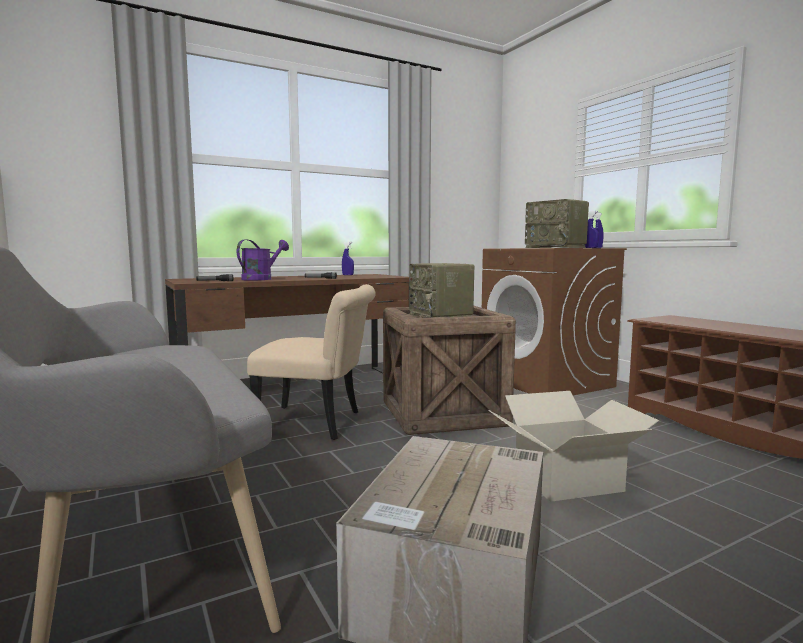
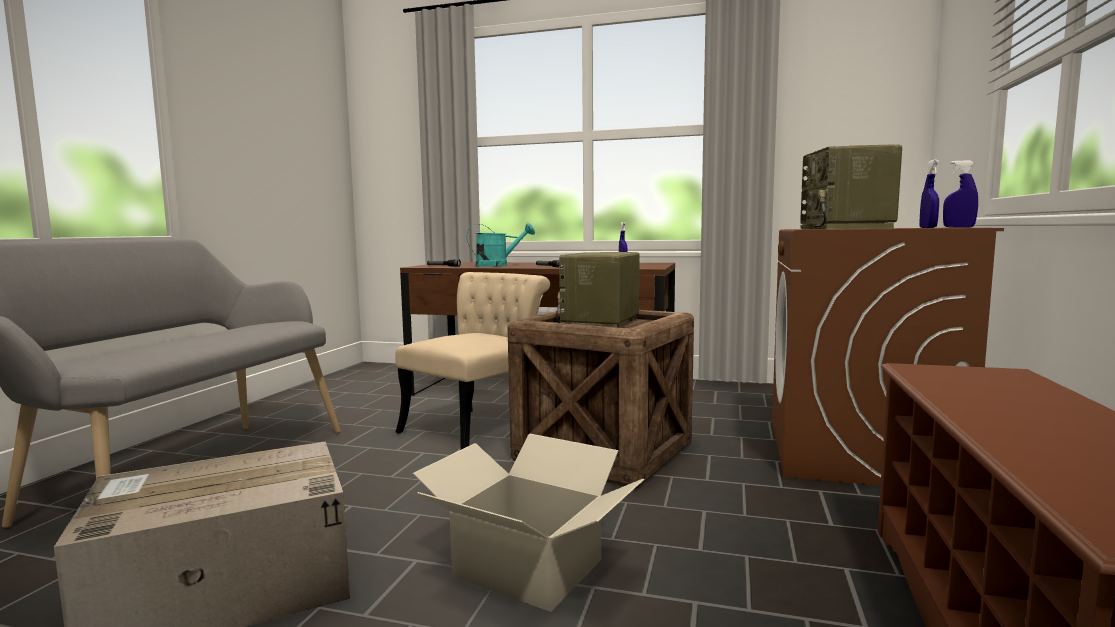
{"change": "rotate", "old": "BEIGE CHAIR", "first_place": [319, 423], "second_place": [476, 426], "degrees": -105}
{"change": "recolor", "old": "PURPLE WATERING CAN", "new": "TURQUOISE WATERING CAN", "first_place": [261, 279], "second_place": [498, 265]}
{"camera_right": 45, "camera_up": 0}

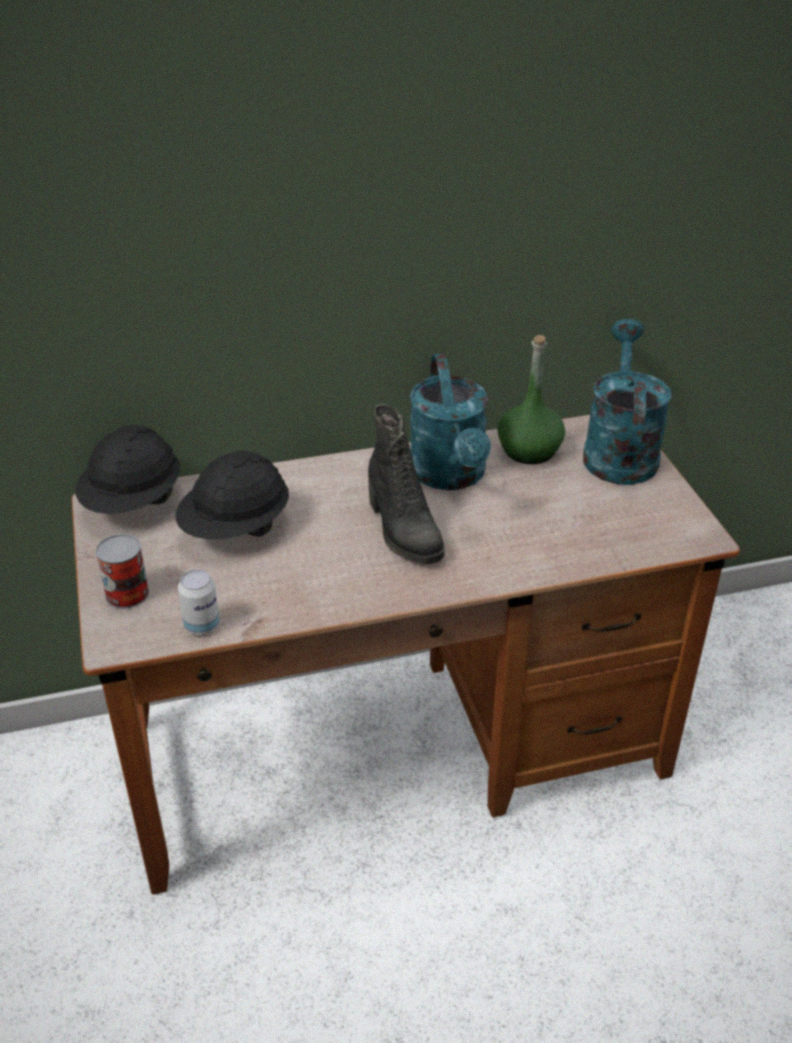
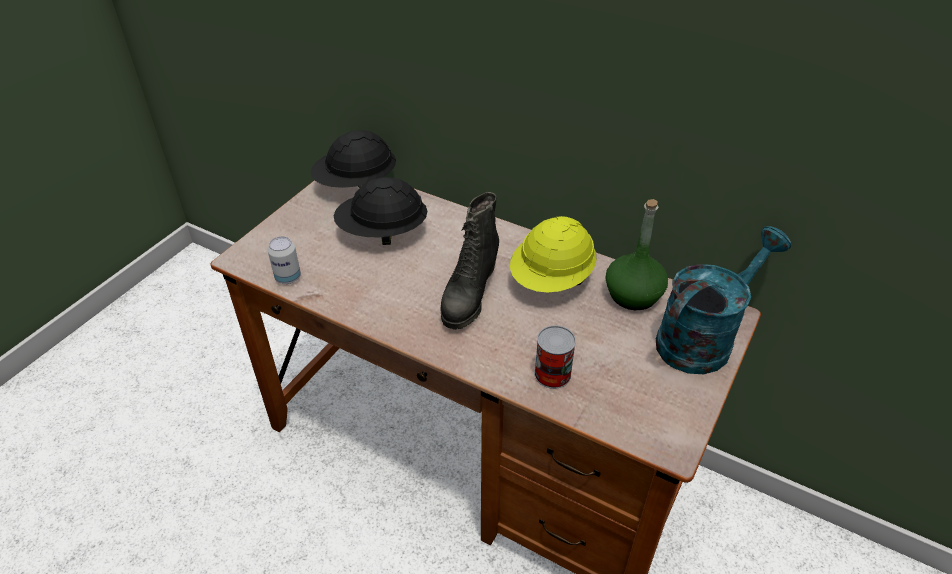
{"change": "replace", "old": "TURQUOISE WATERING CAN", "new": "YELLOW HARD HAT", "first_place": [451, 476], "second_place": [552, 279]}
{"change": "move", "old": "CAN", "first_place": [127, 594], "second_place": [552, 374]}
{"camera_right": 45, "camera_up": 5}

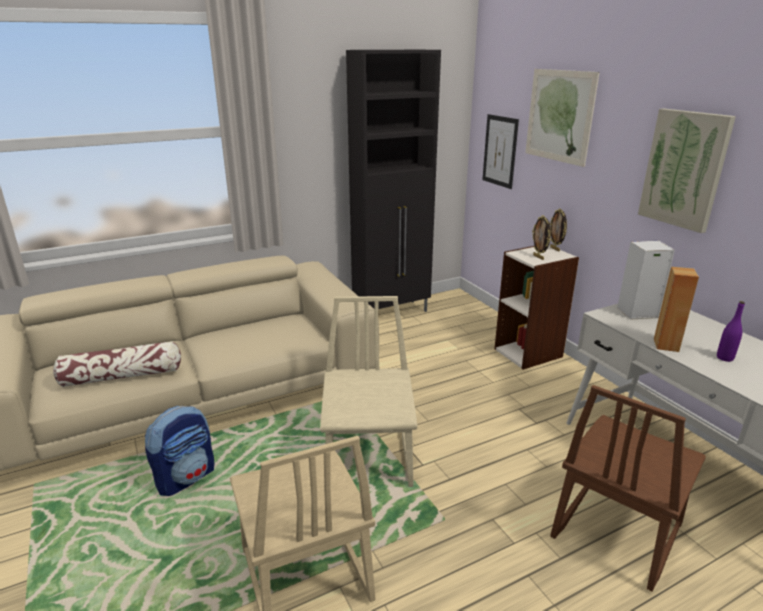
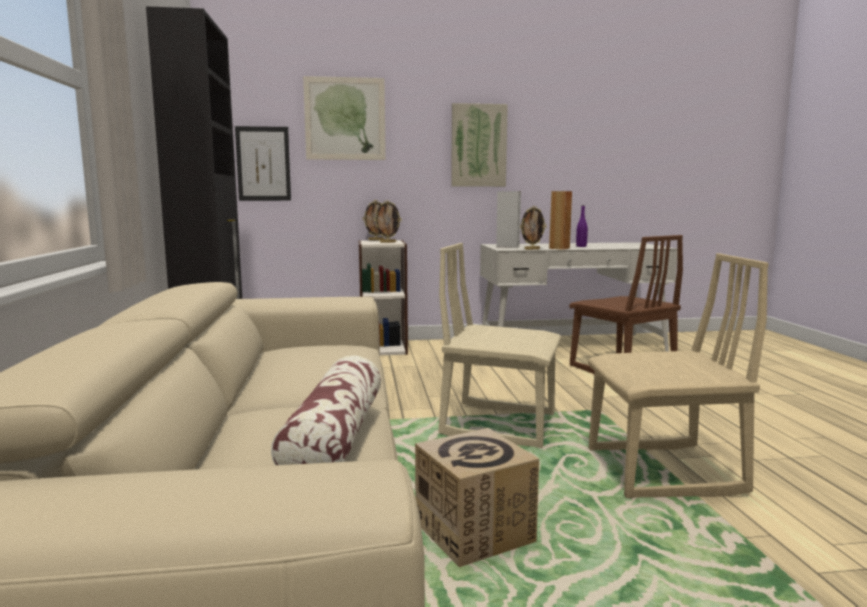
{"change": "replace", "old": "BACKPACK", "new": "CARDBOARD BOX", "first_place": [186, 477], "second_place": [474, 533]}
{"change": "insert", "new": "PICTURE FRAME", "second_place": [532, 249]}
{"camera_right": -70, "camera_up": -15}

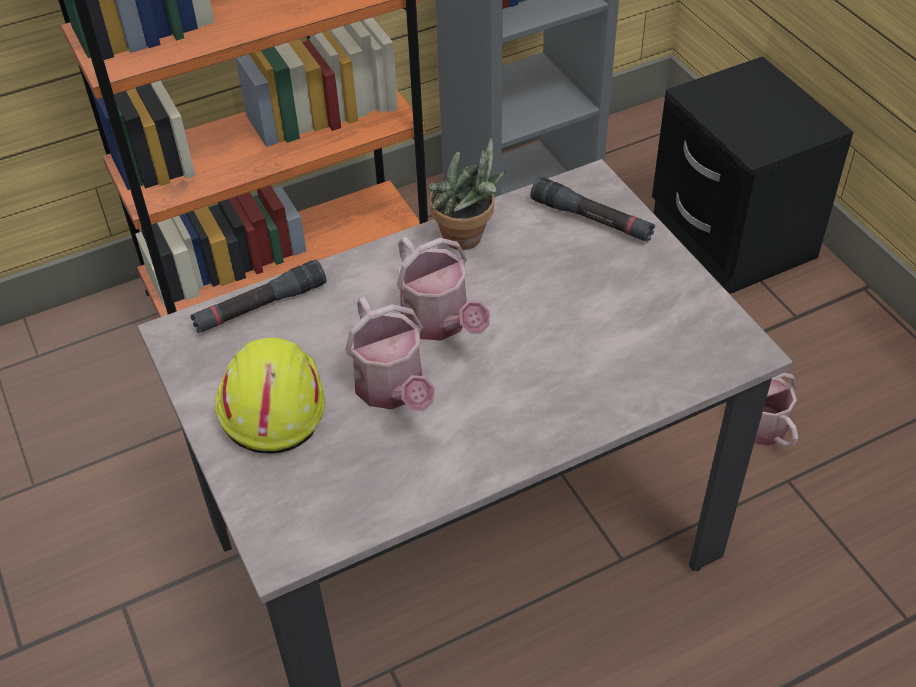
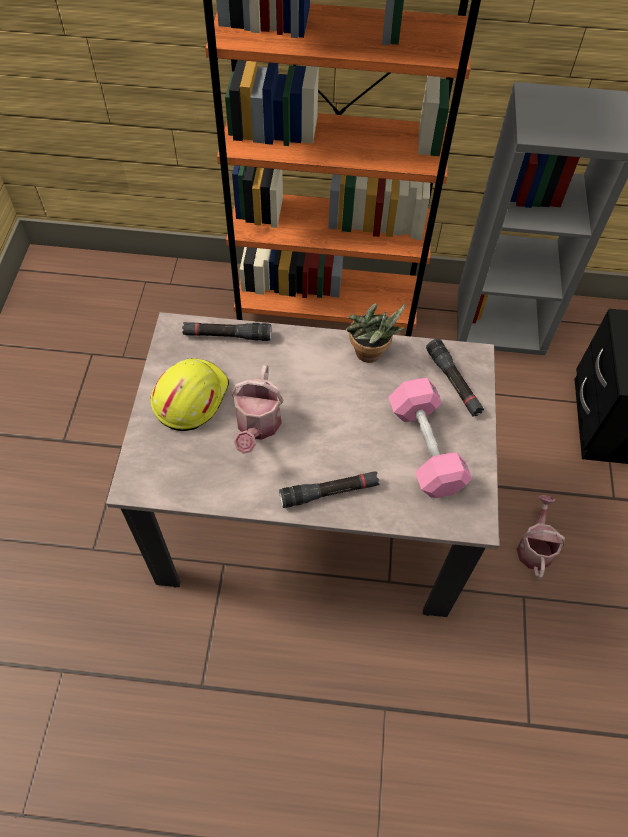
{"change": "insert", "new": "BLACK FLASHLIGHT", "second_place": [329, 492]}
{"change": "insert", "new": "PINK DUMBBELL", "second_place": [425, 447]}
{"change": "delete", "old": "WATERING CAN", "first_place": [440, 323]}
{"camera_right": 30, "camera_up": 10}

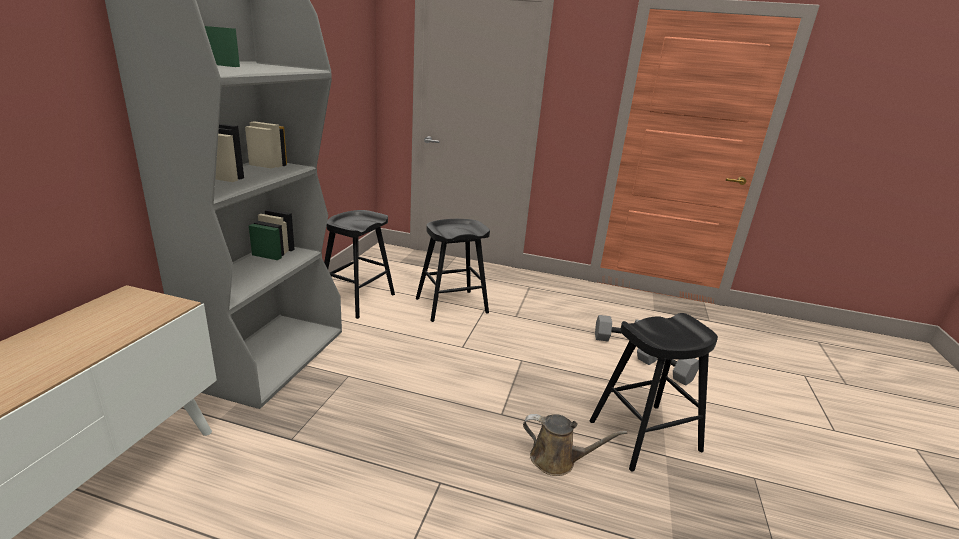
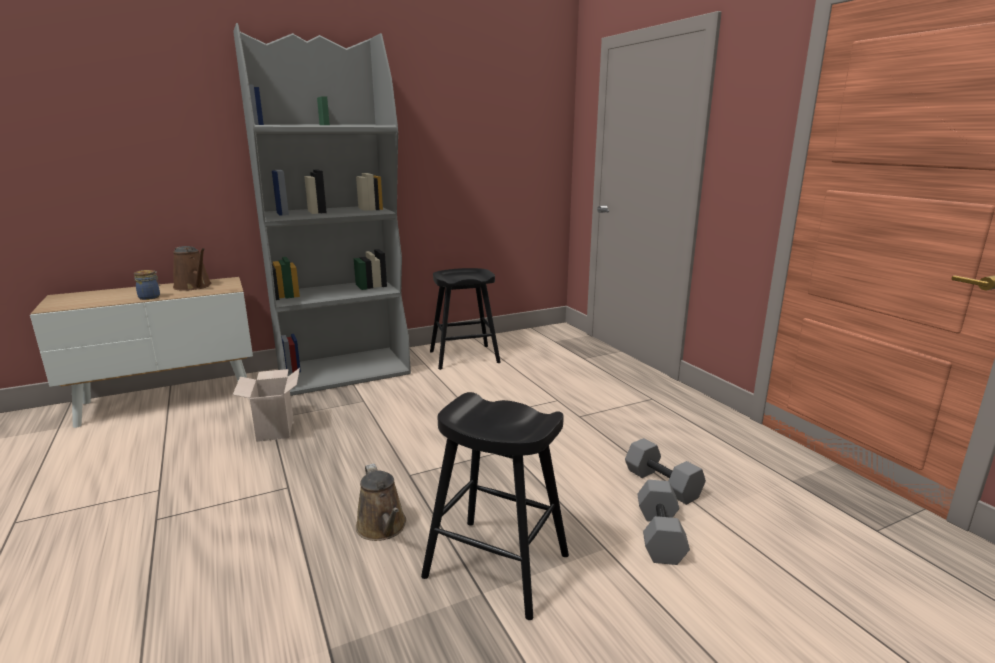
{"change": "insert", "new": "JAR", "second_place": [150, 297]}
{"change": "insert", "new": "BROWN WATERING CAN", "second_place": [194, 286]}
{"change": "insert", "new": "CARDBOARD BOX", "second_place": [274, 428]}
{"change": "delete", "old": "BLACK STOOL", "first_place": [451, 306]}
{"camera_right": 50, "camera_up": -5}

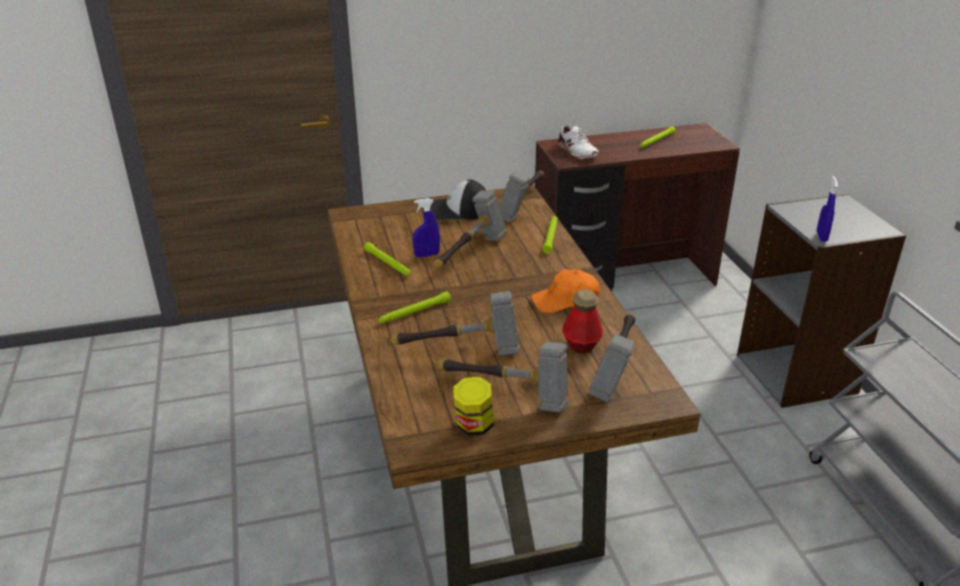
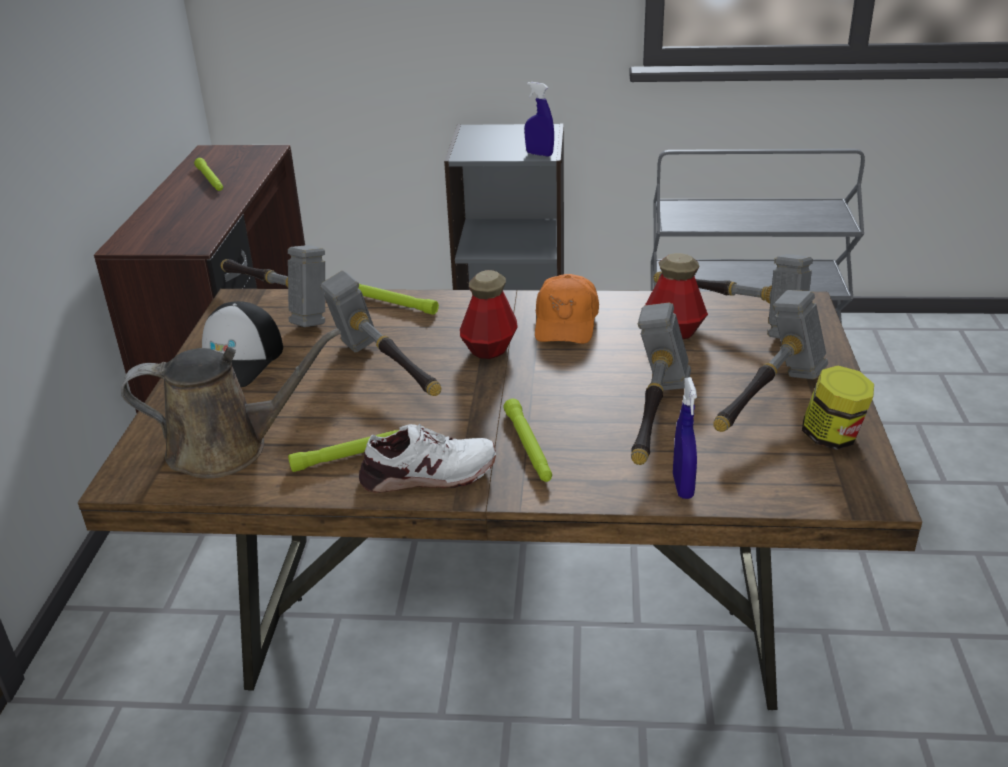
{"change": "insert", "new": "BROWN WATERING CAN", "second_place": [228, 448]}
{"change": "move", "old": "WHITE SHOE", "first_place": [576, 152], "second_place": [428, 475]}
{"change": "insert", "new": "BOTTLE", "second_place": [489, 349]}
{"change": "move", "old": "BLUE SPRAY BOTTLE", "first_place": [427, 255], "second_place": [682, 486]}
{"camera_right": -70, "camera_up": 0}

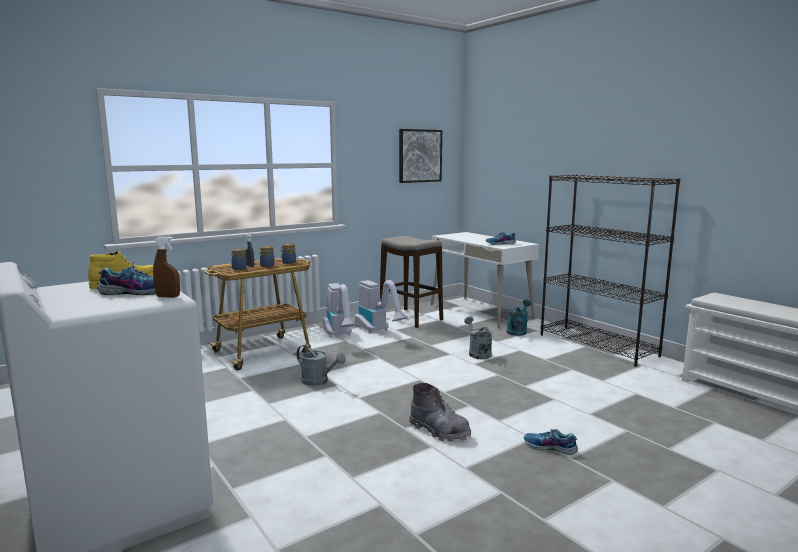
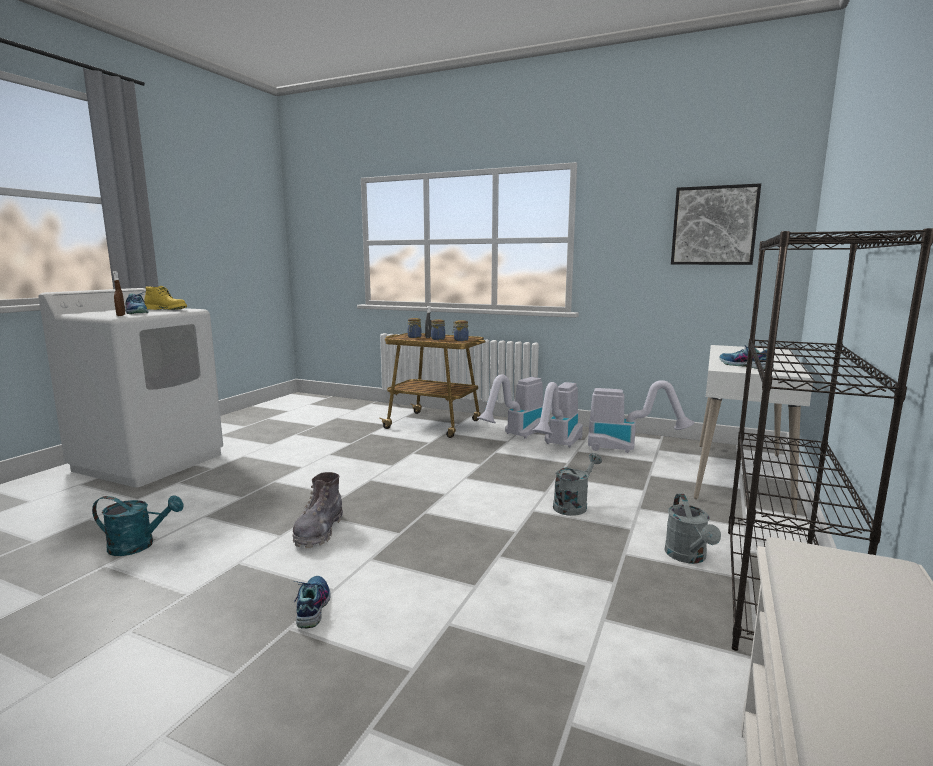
{"change": "move", "old": "TURQUOISE WATERING CAN", "first_place": [518, 331], "second_place": [139, 546]}
{"change": "replace", "old": "STOOL", "new": "VACUUM CLEANER", "first_place": [410, 318], "second_place": [628, 448]}
{"change": "move", "old": "GREY WATERING CAN", "first_place": [319, 381], "second_place": [688, 557]}
{"camera_right": 60, "camera_up": 0}

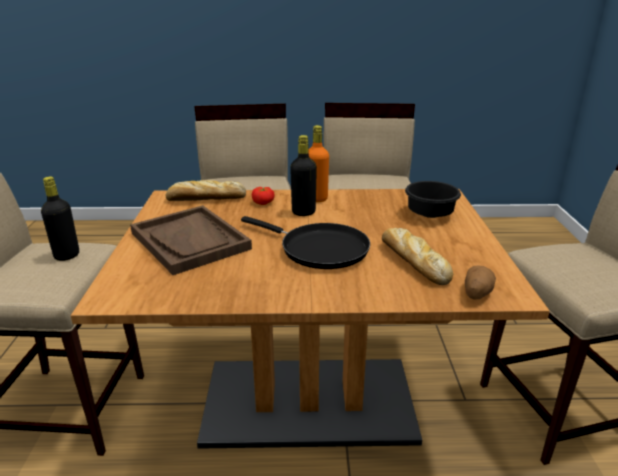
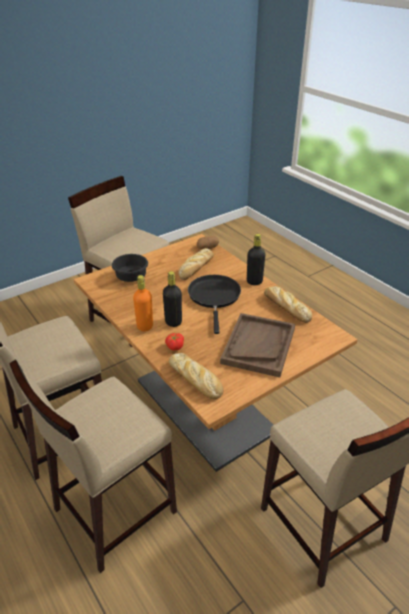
{"change": "move", "old": "BLACK BOTTLE", "first_place": [67, 255], "second_place": [254, 281]}
{"change": "insert", "new": "BREAD", "second_place": [285, 307]}
{"camera_right": -125, "camera_up": 10}

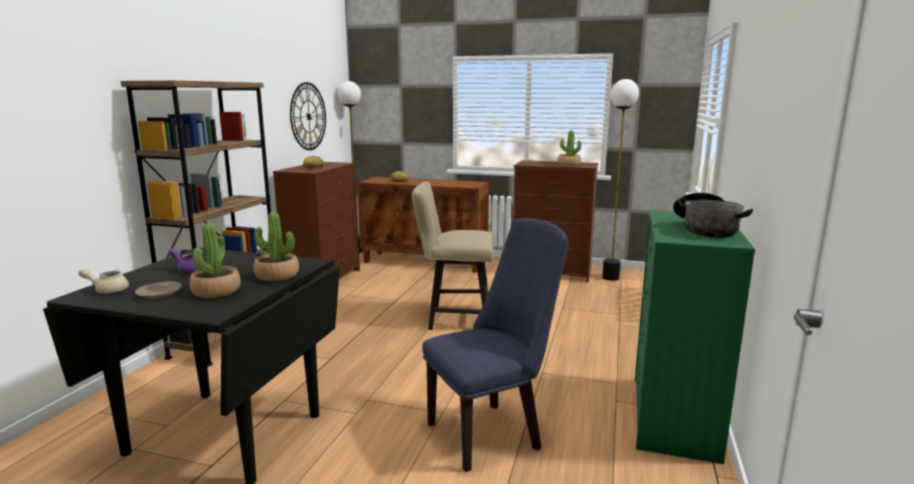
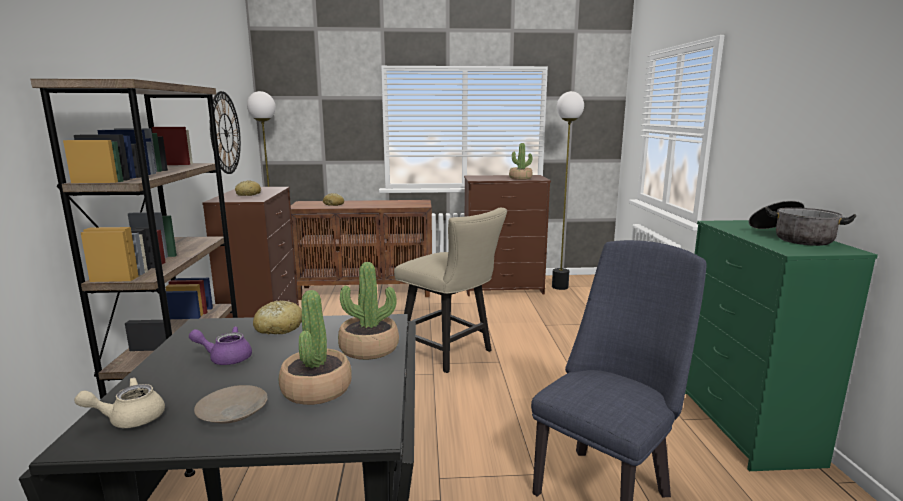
{"change": "insert", "new": "BREAD", "second_place": [279, 328]}
{"change": "rotate", "old": "BEIGE CHAIR", "first_place": [454, 318], "second_place": [451, 353], "degrees": -120}
{"camera_right": -20, "camera_up": 0}

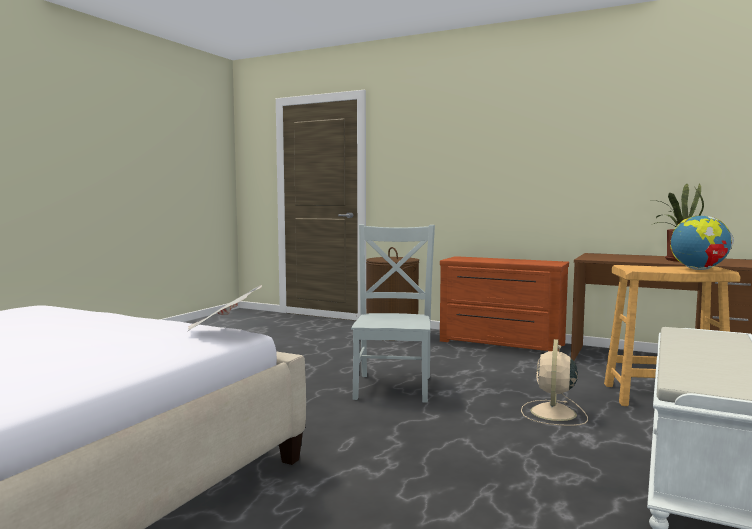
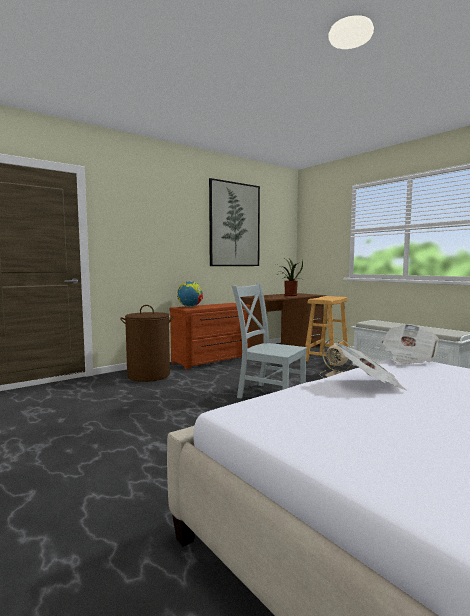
{"change": "move", "old": "GLOBE", "first_place": [699, 269], "second_place": [190, 307]}
{"change": "insert", "new": "PICTURE", "second_place": [234, 225]}
{"change": "insert", "new": "NEWSPAPER", "second_place": [370, 384]}
{"camera_right": -65, "camera_up": 0}

